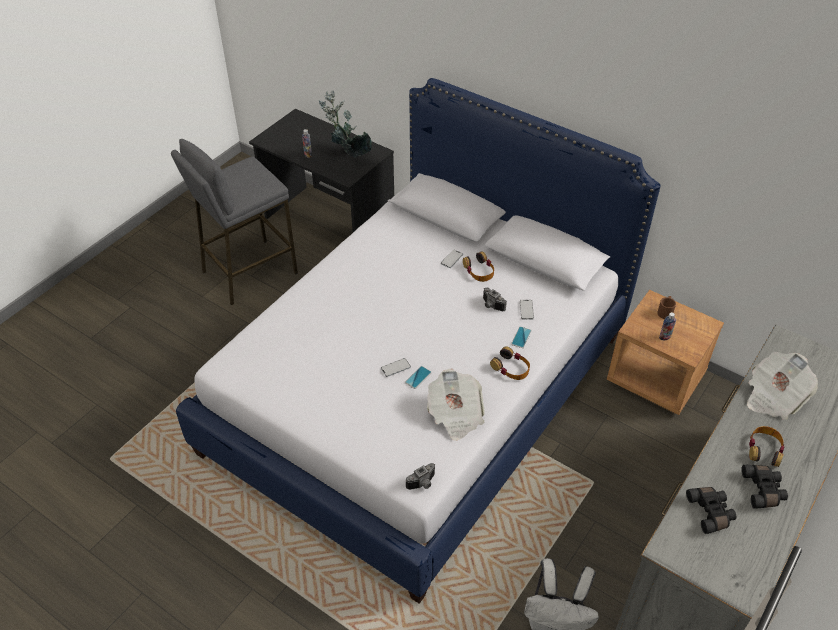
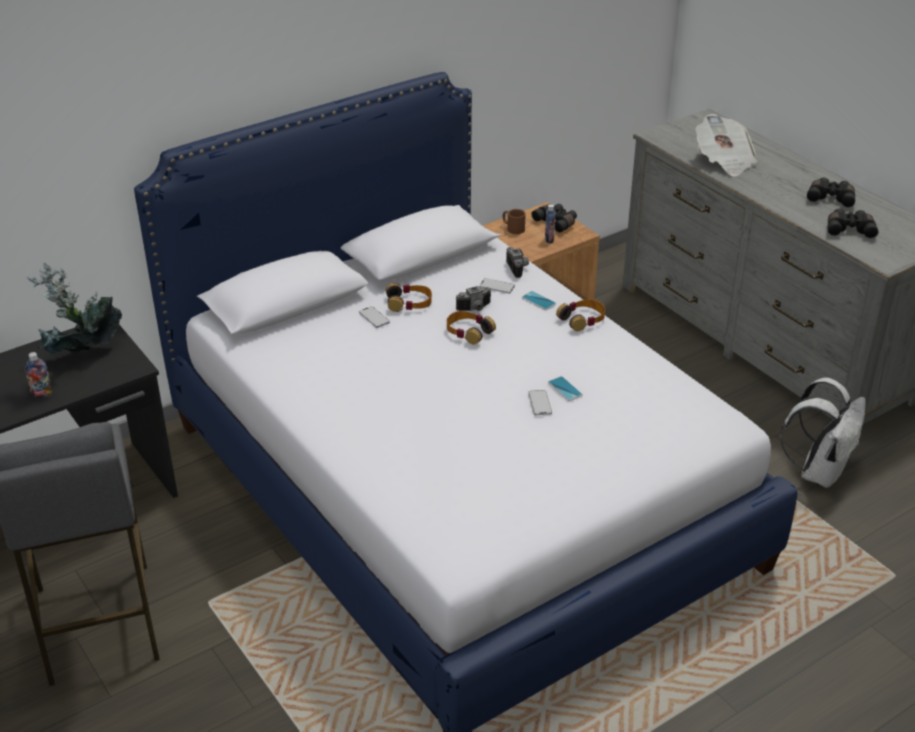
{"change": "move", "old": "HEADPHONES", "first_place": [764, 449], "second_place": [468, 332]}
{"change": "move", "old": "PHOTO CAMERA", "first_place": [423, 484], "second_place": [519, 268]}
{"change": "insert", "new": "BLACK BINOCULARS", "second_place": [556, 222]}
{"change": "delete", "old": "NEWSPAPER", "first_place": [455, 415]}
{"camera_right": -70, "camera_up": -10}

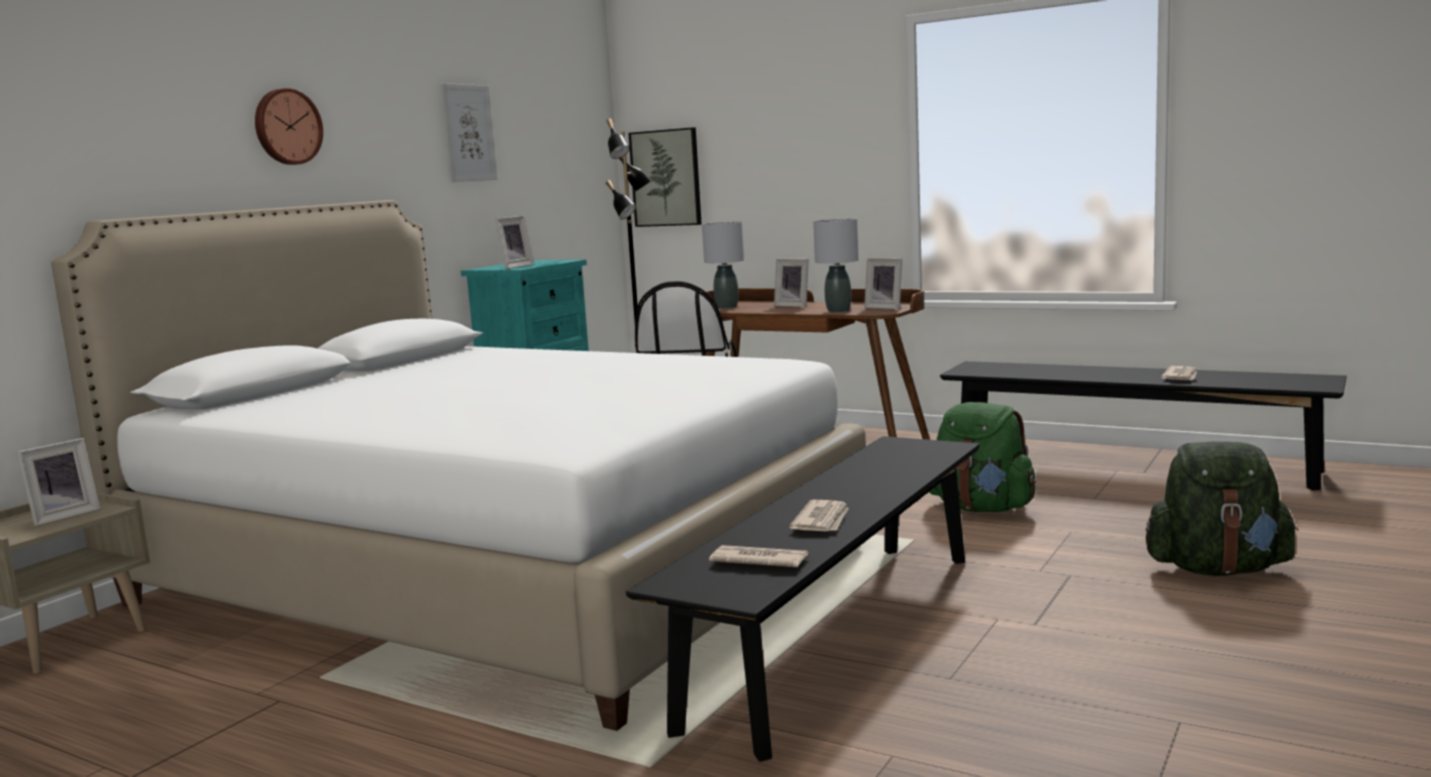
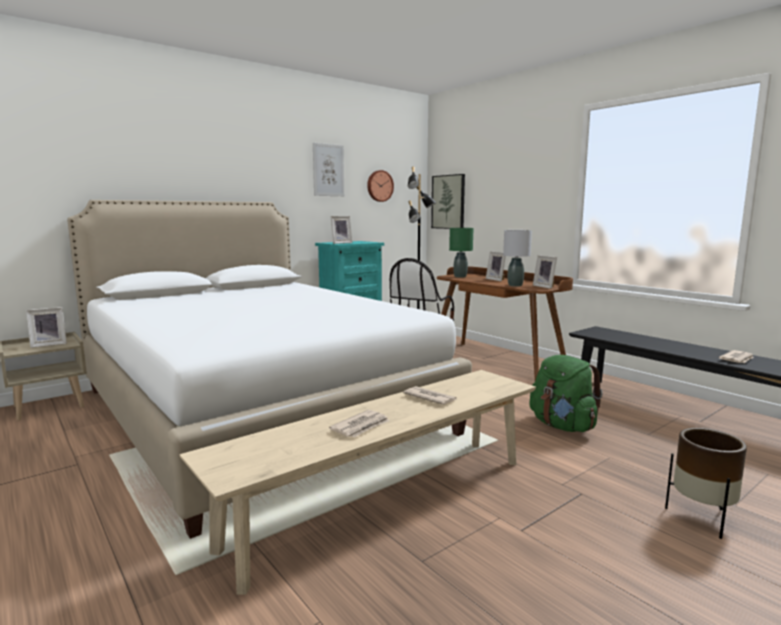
{"change": "recolor", "old": "BLACK BENCH", "new": "BEIGE BENCH", "first_place": [839, 634], "second_place": [386, 501]}
{"change": "move", "old": "WALL CLOCK", "first_place": [286, 127], "second_place": [379, 186]}
{"change": "move", "old": "NEWSPAPER", "first_place": [758, 561], "second_place": [429, 398]}
{"change": "recolor", "old": "GREY TABLE LAMP", "new": "GREEN TABLE LAMP", "first_place": [726, 307], "second_place": [460, 276]}
{"change": "replace", "old": "GREEN BACKPACK", "new": "BROWN PLANTER", "first_place": [1218, 569], "second_place": [702, 518]}
{"camera_right": 20, "camera_up": 0}

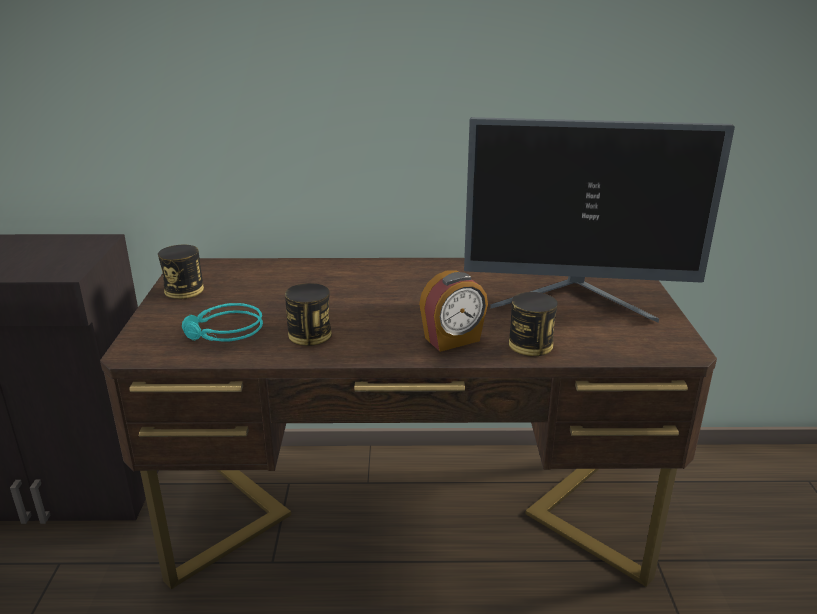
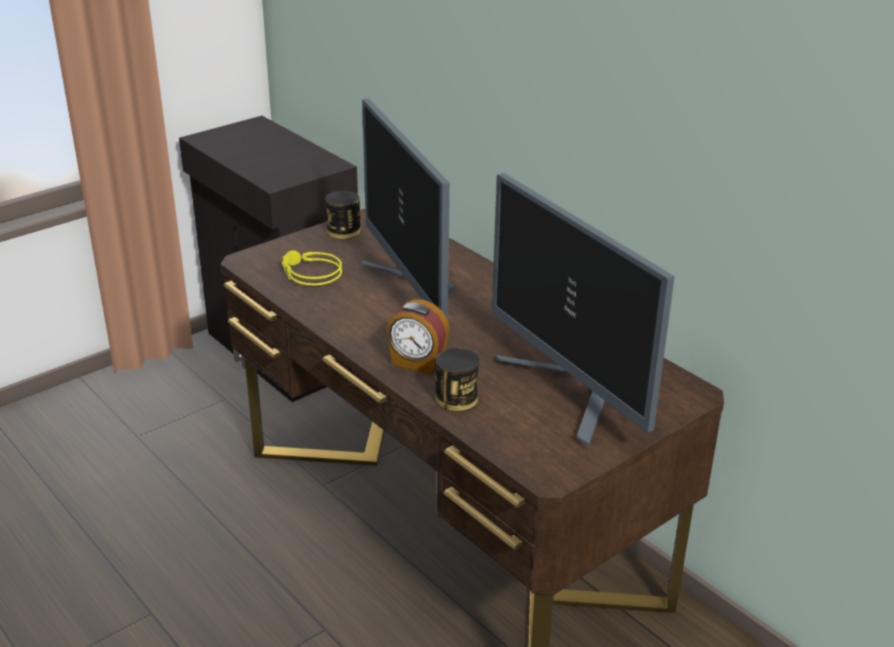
{"change": "recolor", "old": "TURQUOISE HEADPHONES", "new": "YELLOW HEADPHONES", "first_place": [224, 332], "second_place": [309, 274]}
{"change": "insert", "new": "MONITOR", "second_place": [411, 295]}
{"change": "delete", "old": "CAN", "first_place": [310, 335]}
{"camera_right": 50, "camera_up": 5}

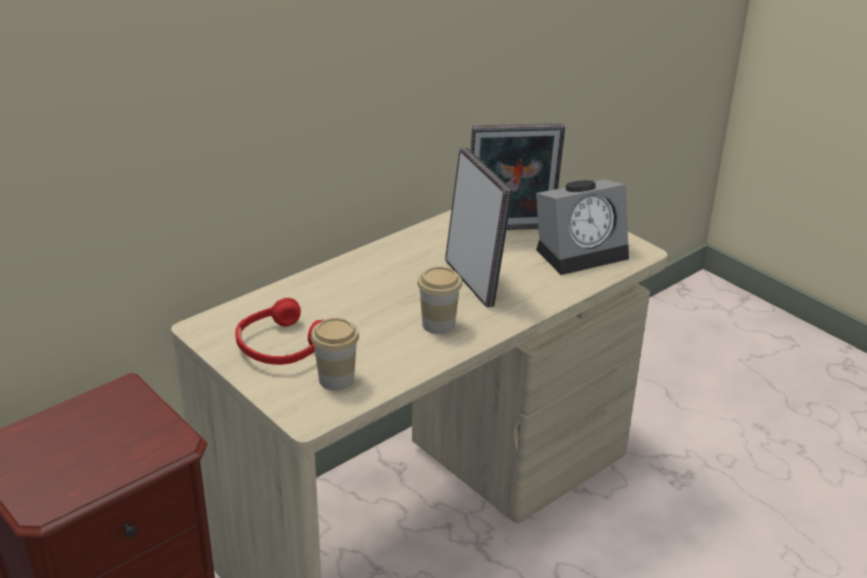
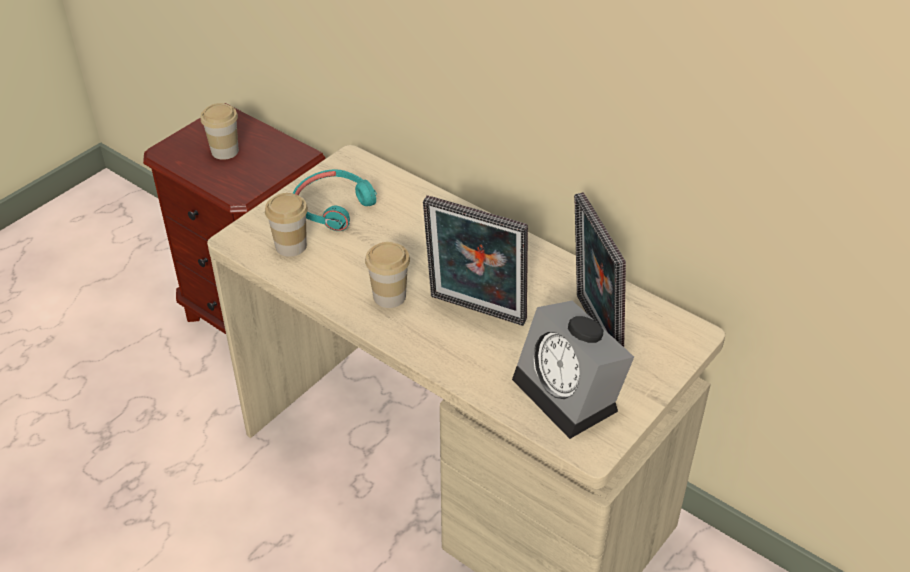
{"change": "insert", "new": "CUP", "second_place": [225, 151]}
{"change": "recolor", "old": "RED HEADPHONES", "new": "TURQUOISE HEADPHONES", "first_place": [282, 346], "second_place": [333, 207]}
{"change": "rotate", "old": "PICTURE FRAME", "first_place": [474, 281], "second_place": [475, 312], "degrees": 60}
{"camera_right": 80, "camera_up": 10}

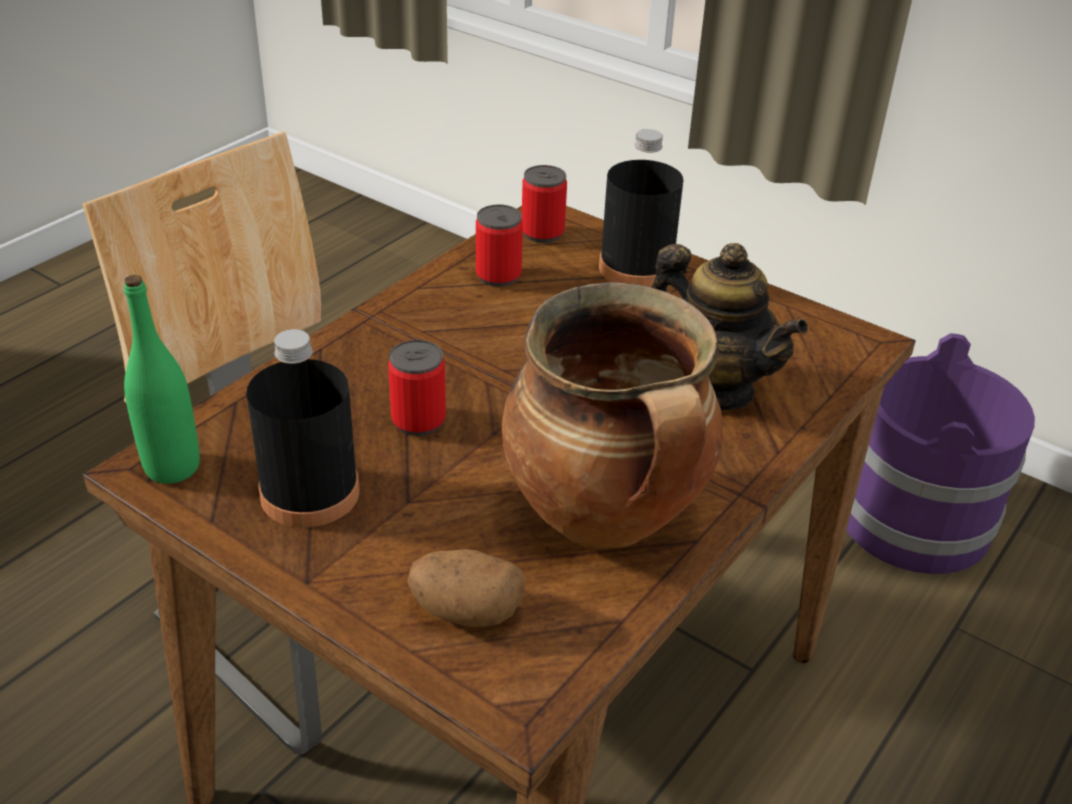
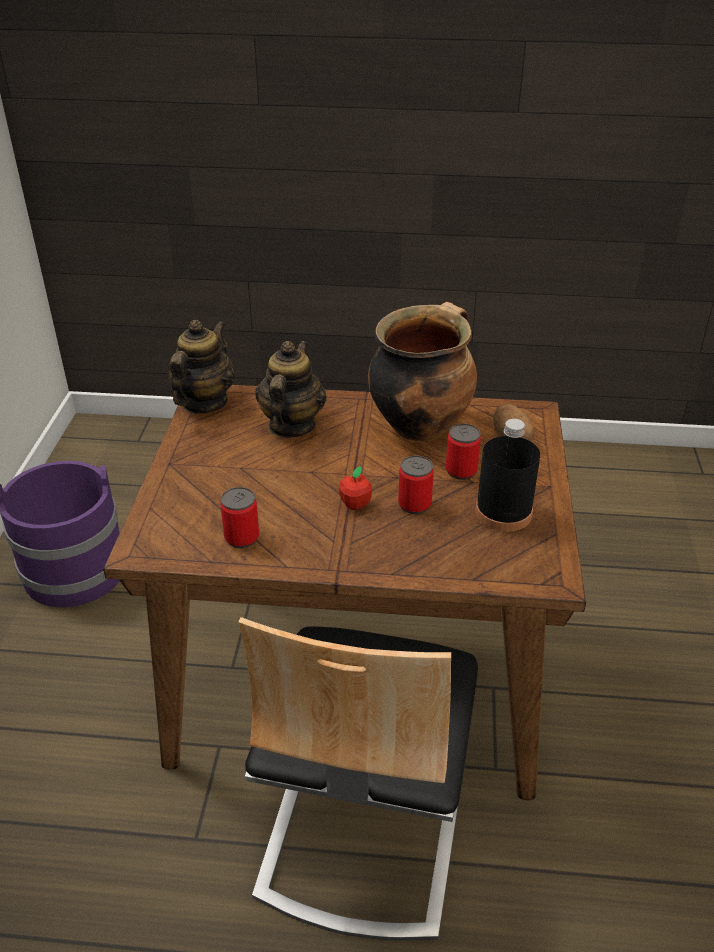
{"change": "insert", "new": "TEAPOT", "second_place": [204, 402]}
{"change": "insert", "new": "APPLE", "second_place": [355, 504]}
{"change": "move", "old": "CAN", "first_place": [542, 233], "second_place": [461, 471]}
{"change": "delete", "old": "GREEN BOTTLE", "first_place": [172, 467]}
{"change": "delete", "old": "BLACK BOTTLE", "first_place": [636, 268]}
{"camera_right": -120, "camera_up": 0}

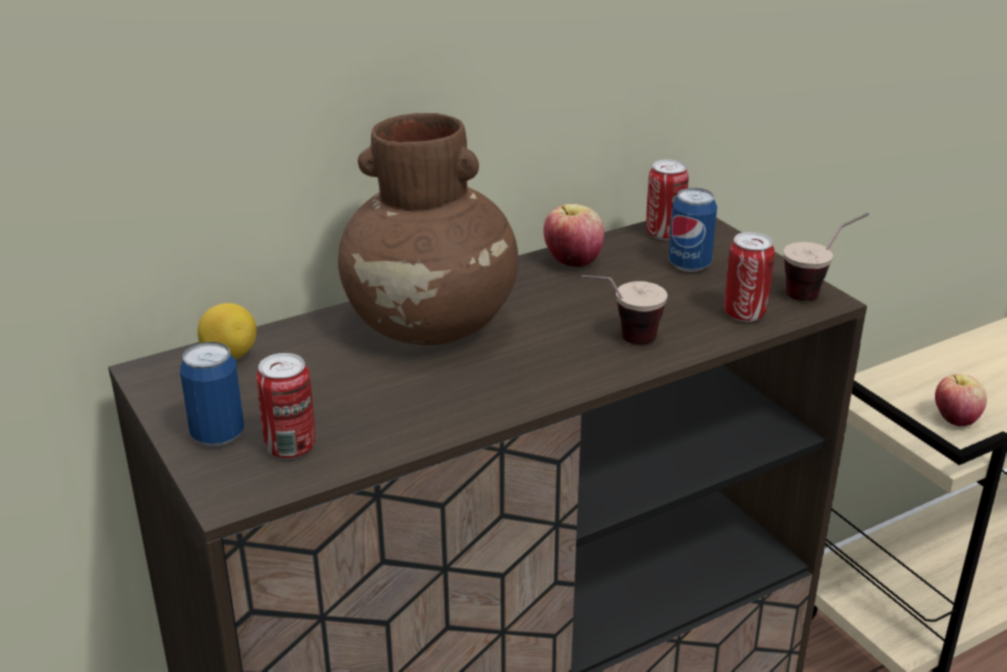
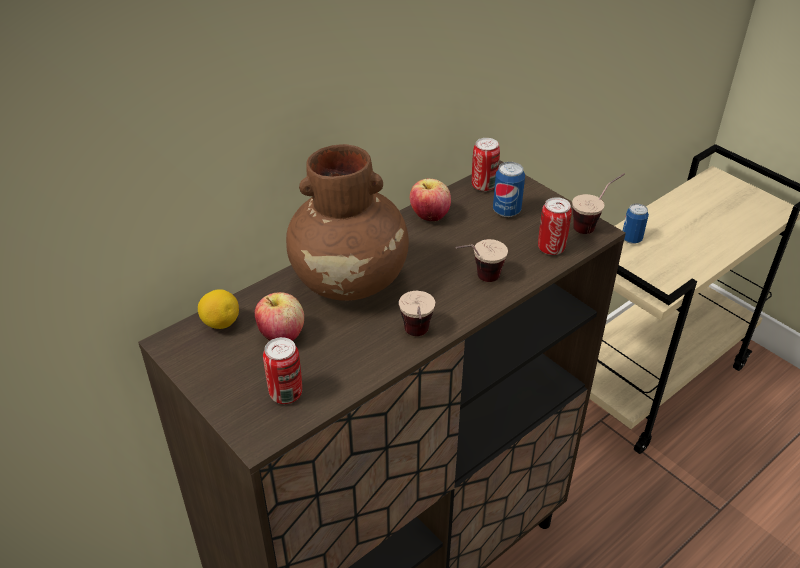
{"change": "move", "old": "APPLE", "first_place": [955, 420], "second_place": [282, 335]}
{"change": "insert", "new": "CUP", "second_place": [417, 339]}
{"change": "move", "old": "CAN", "first_place": [218, 435], "second_place": [631, 239]}
{"camera_right": -10, "camera_up": 10}

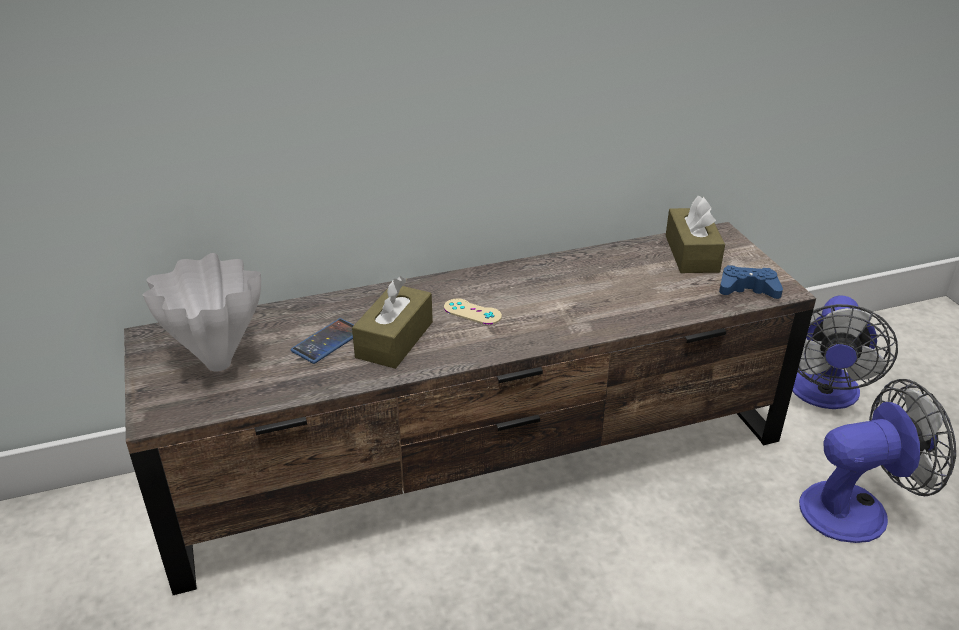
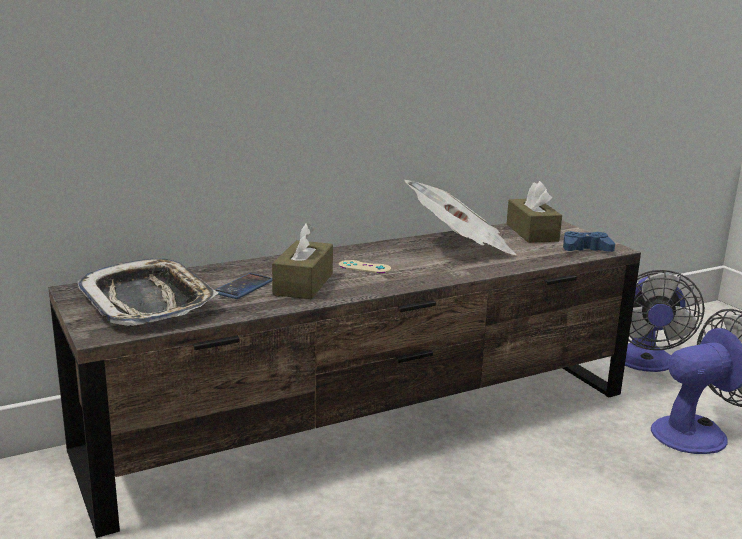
{"change": "replace", "old": "WHITE VASE", "new": "TRAY", "first_place": [219, 362], "second_place": [148, 302]}
{"change": "insert", "new": "NEWSPAPER", "second_place": [460, 247]}
{"camera_right": -10, "camera_up": -15}

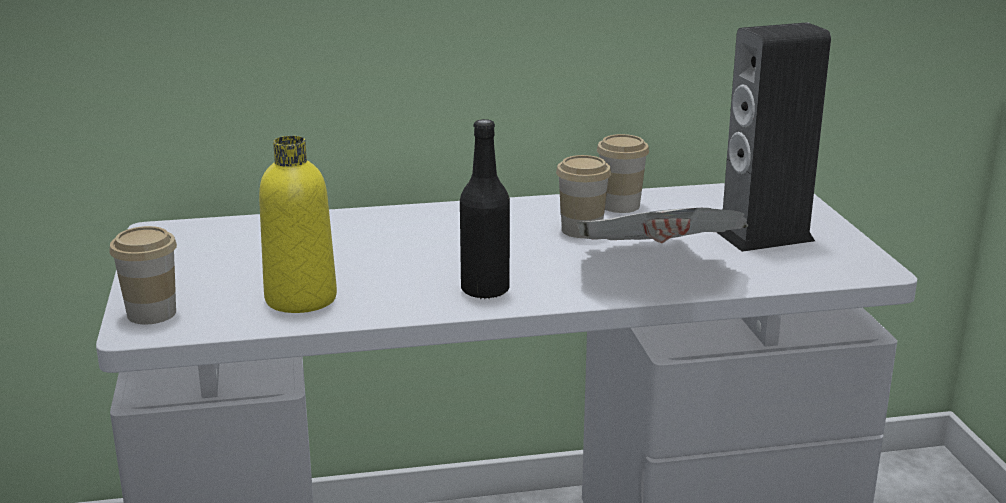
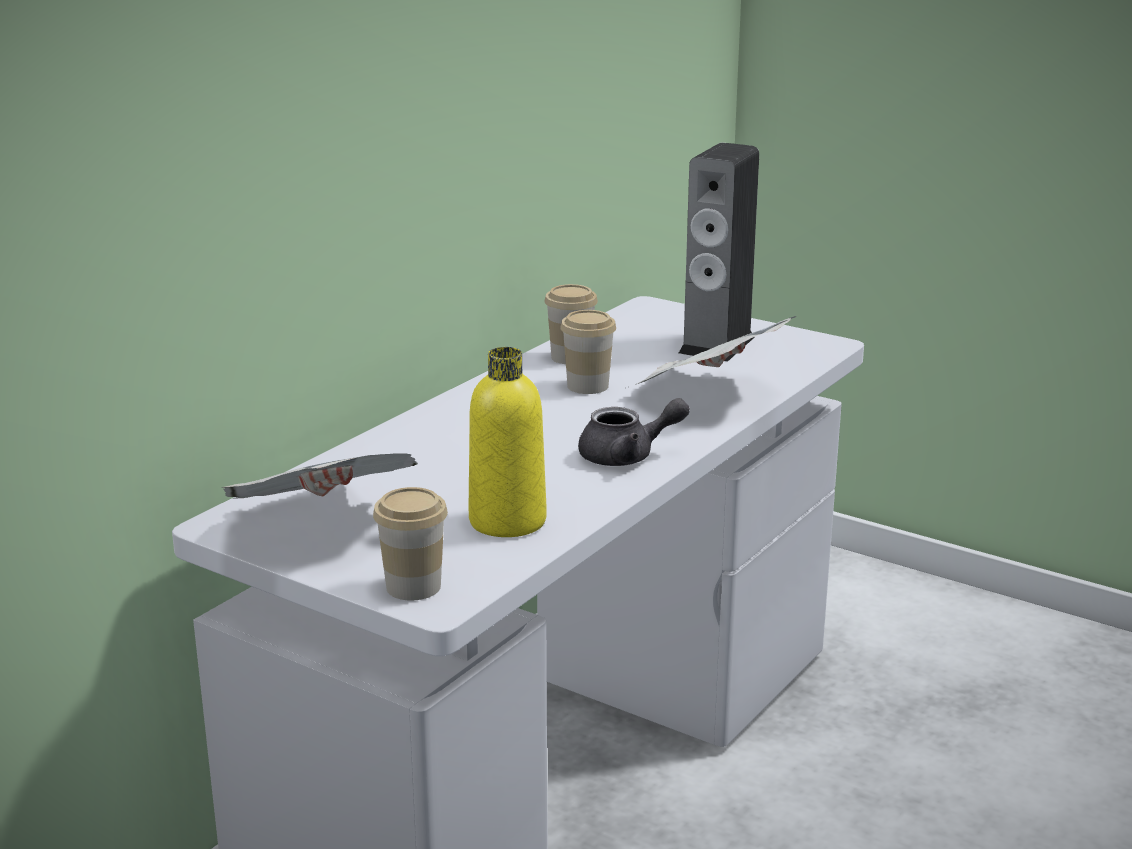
{"change": "insert", "new": "NEWSPAPER", "second_place": [323, 526]}
{"change": "replace", "old": "BLACK BOTTLE", "new": "GREY TEAPOT", "first_place": [485, 290], "second_place": [627, 456]}
{"camera_right": -45, "camera_up": 0}

